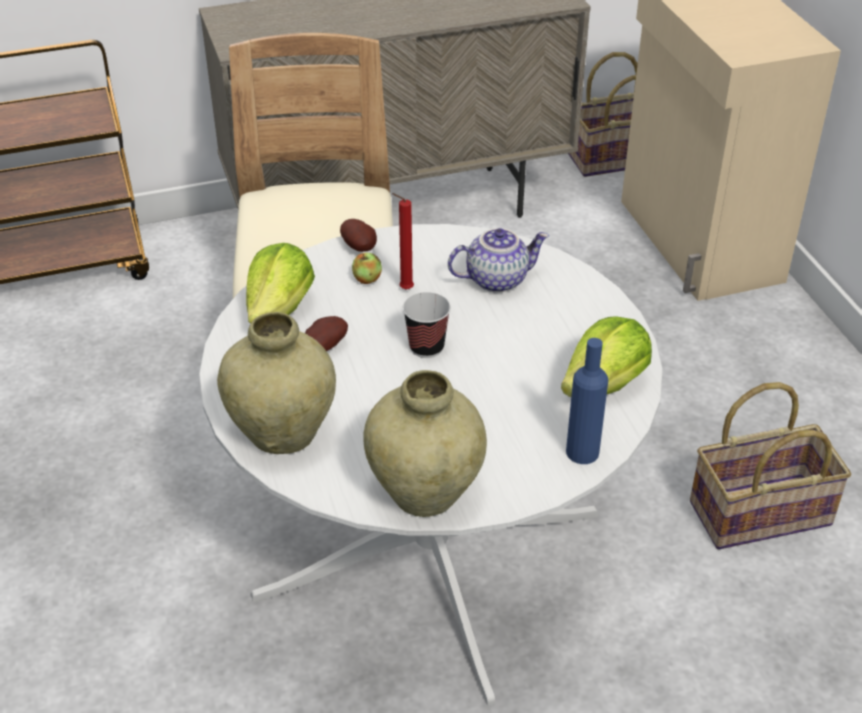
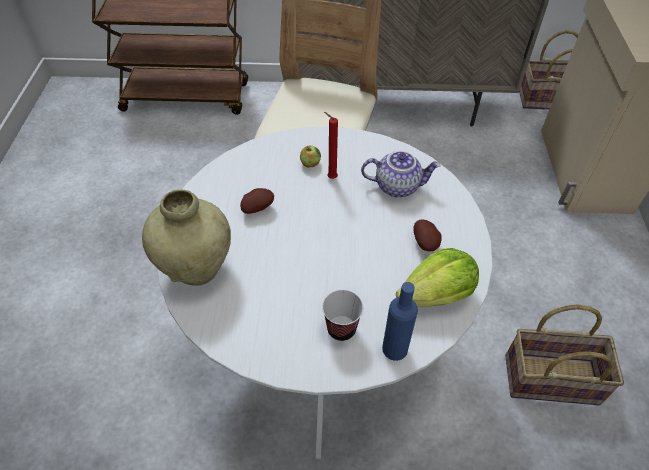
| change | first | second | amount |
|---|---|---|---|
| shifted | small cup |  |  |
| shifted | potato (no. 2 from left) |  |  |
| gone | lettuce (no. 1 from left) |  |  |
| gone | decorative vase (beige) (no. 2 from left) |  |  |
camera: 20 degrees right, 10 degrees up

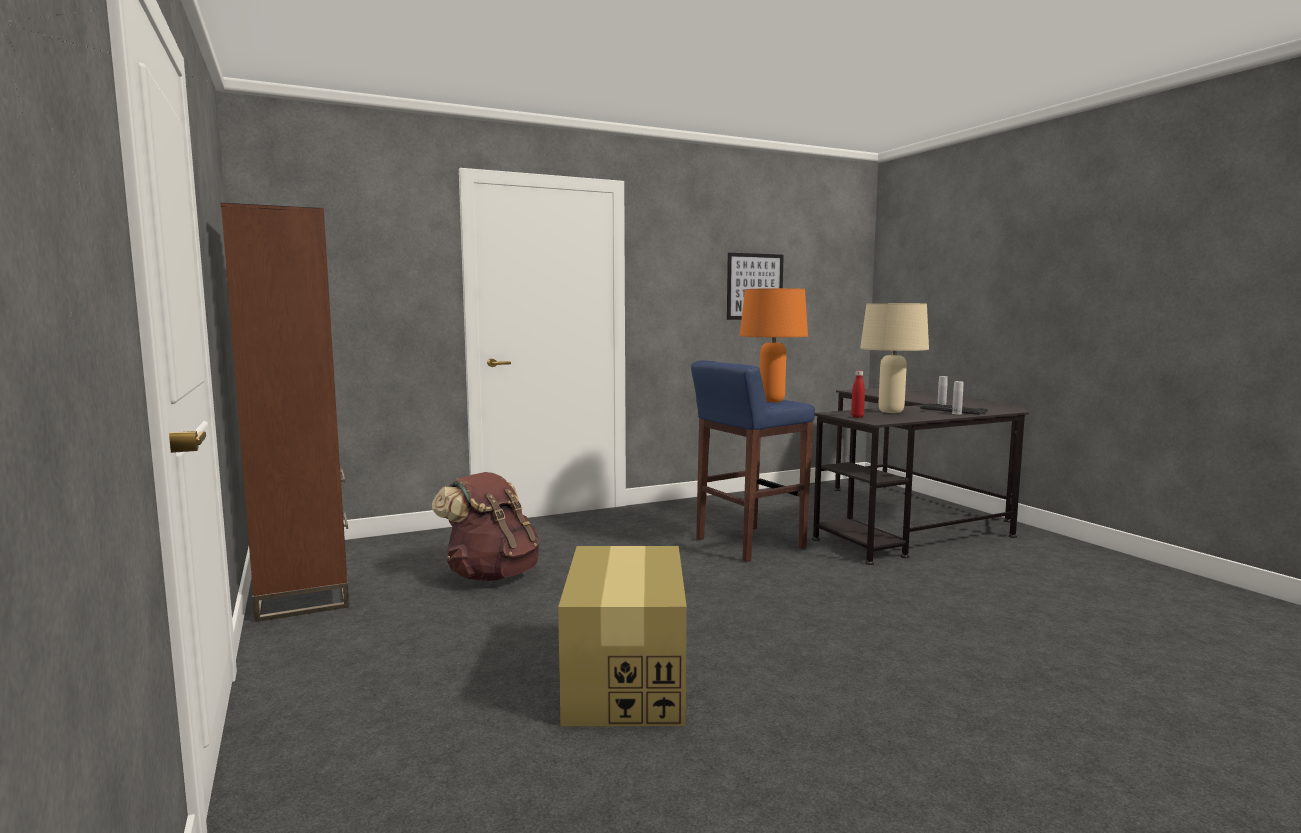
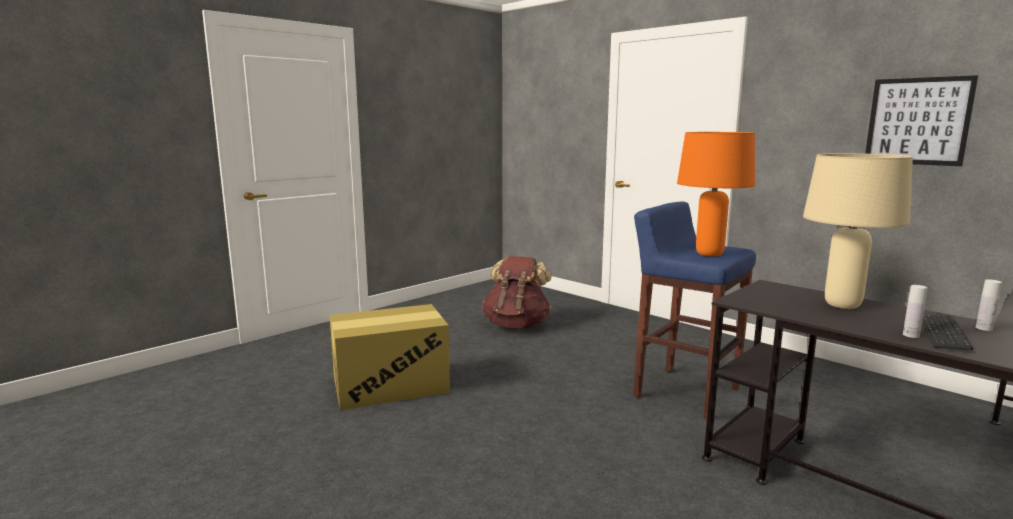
| change | first | second | amount |
|---|---|---|---|
| gone | bookshelf (brown-coloured) |  |  |
| gone | drink bottle (red-coloured) |  |  |
camera: 70 degrees right, 5 degrees up

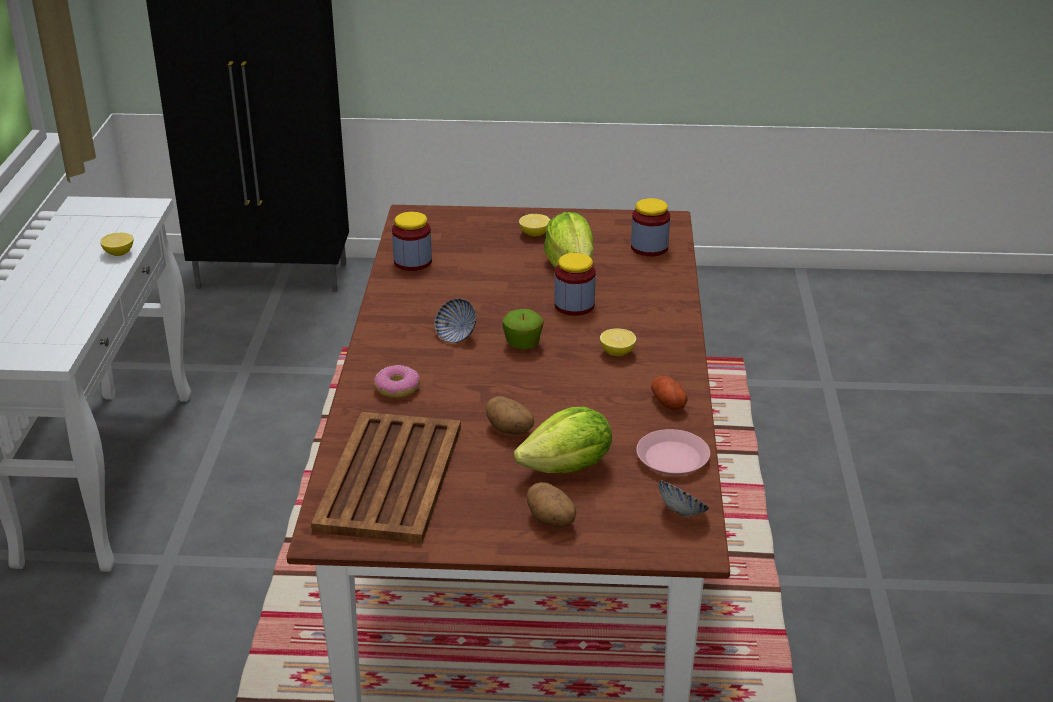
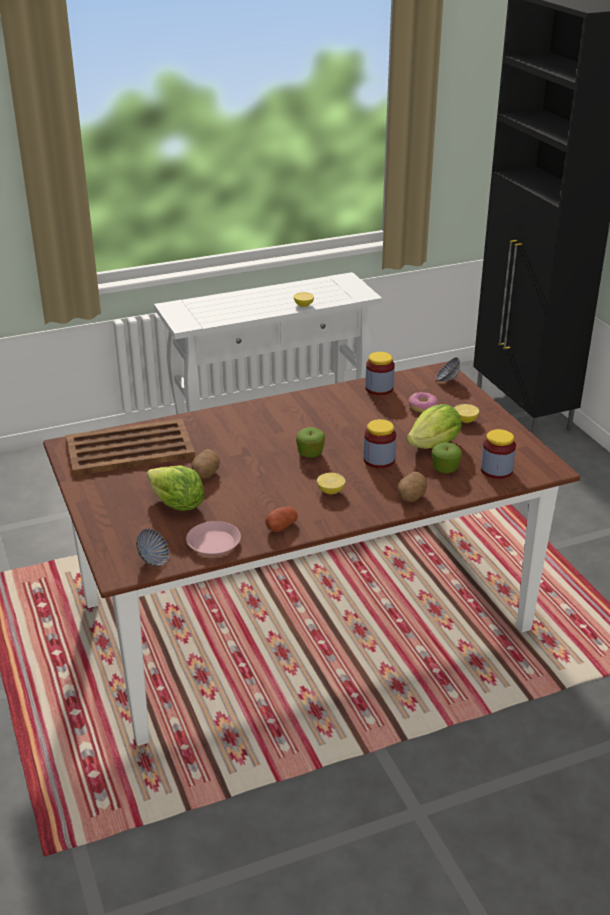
| change | first | second | amount |
|---|---|---|---|
| shifted | potato (no. 2 from left in the first image) | potato (no. 3 from left) |  |
| shifted | donut |  |  |
| new |  | apple fruit (no. 2 from left) |  |
| shifted | serving bowl (no. 1 from left in the first image) | serving bowl (no. 2 from left) |  |
camera: 65 degrees right, 0 degrees up

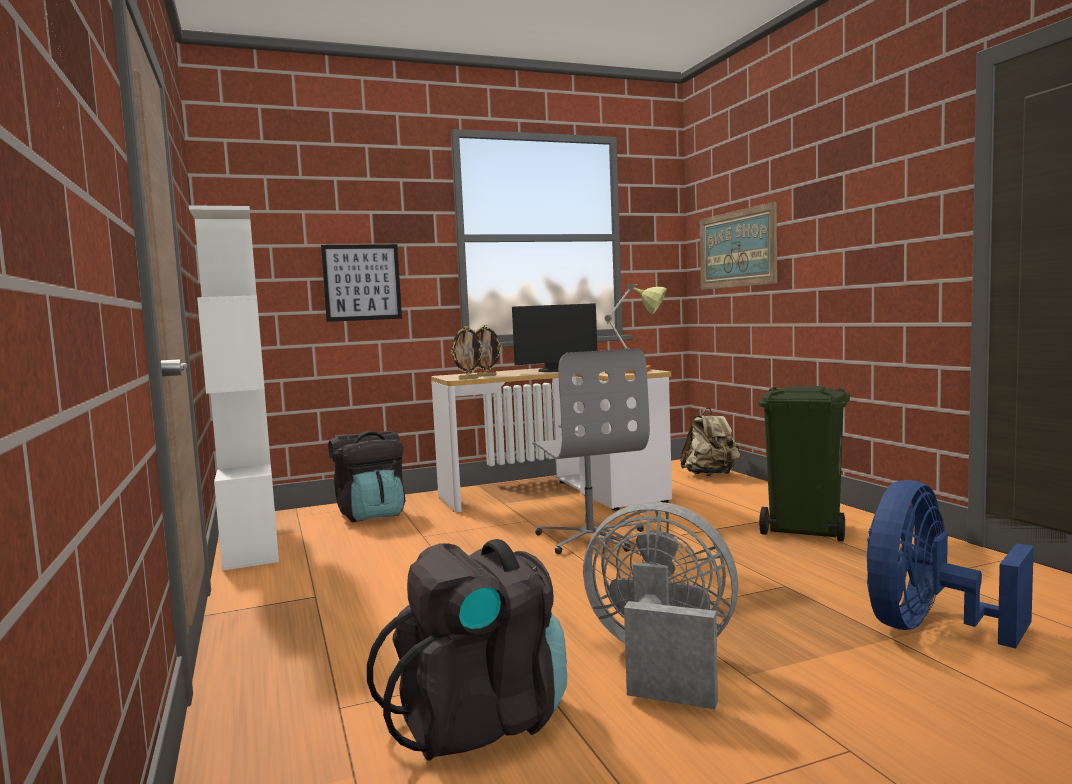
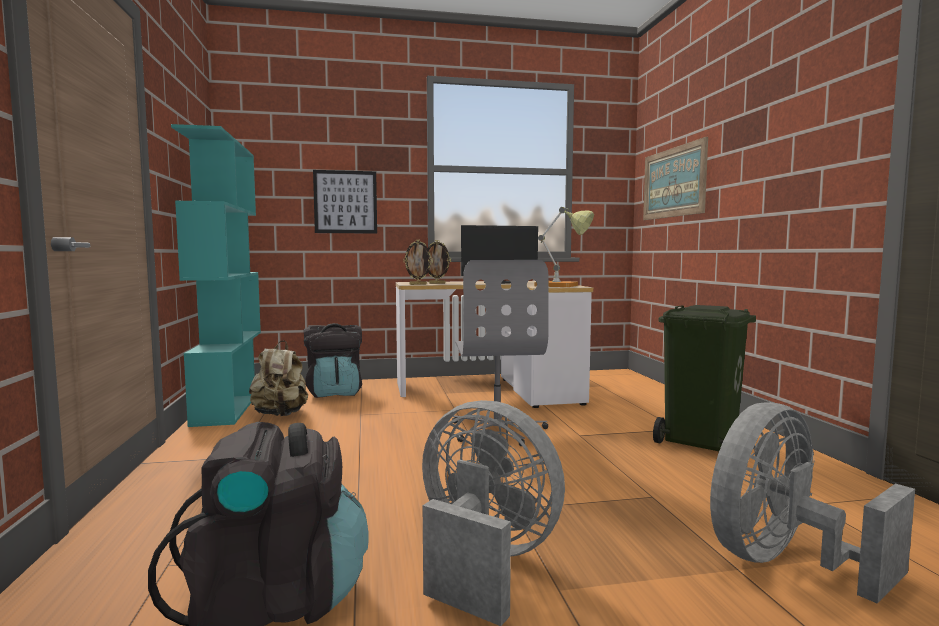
| change | first | second | amount |
|---|---|---|---|
| repainted | bookshelf (whitish) | bookshelf (turquoise) |  |
| shifted | rucksack (beige) |  |  |
| repainted | fan (blue-coloured) | fan (grey) (no. 2 from left) |  |
camera: 10 degrees right, 0 degrees up

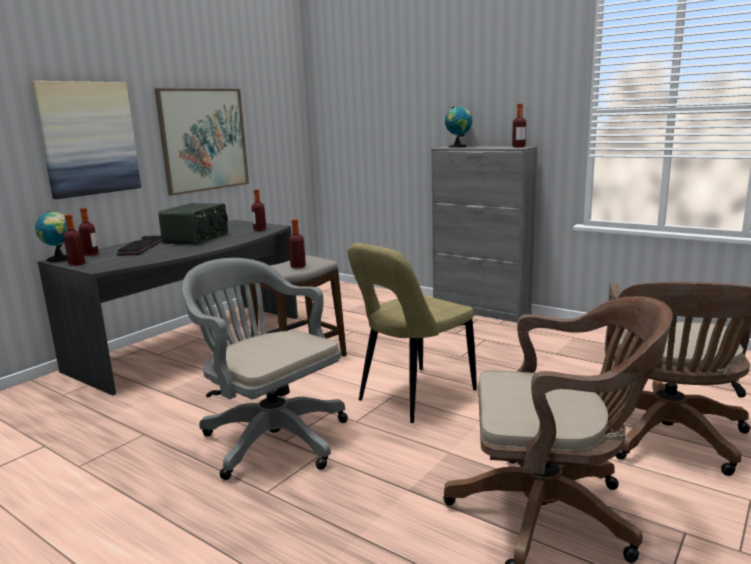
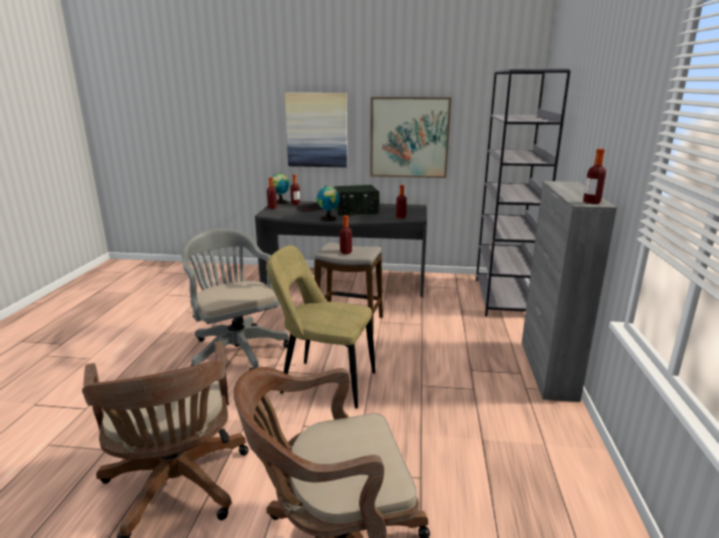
| change | first | second | amount |
|---|---|---|---|
| rotated | office chair (grey) |  | 45 degrees counterclockwise |
| shifted | globe (no. 2 from left) |  |  |
| new |  | bookshelf (grey) |  |
camera: 60 degrees right, 5 degrees up

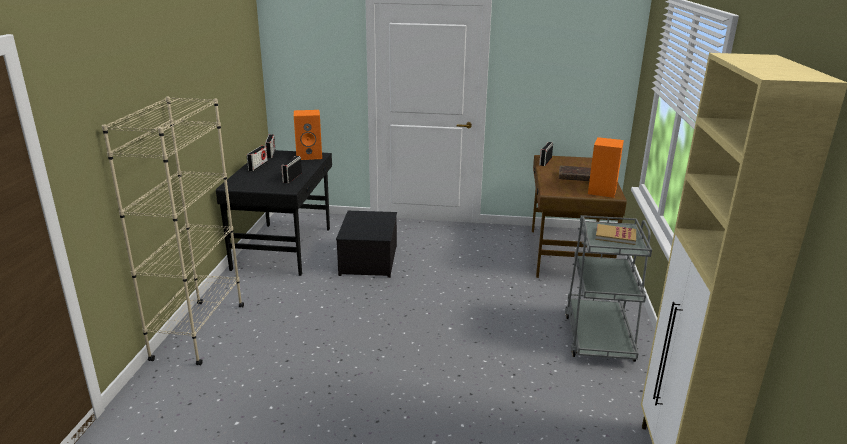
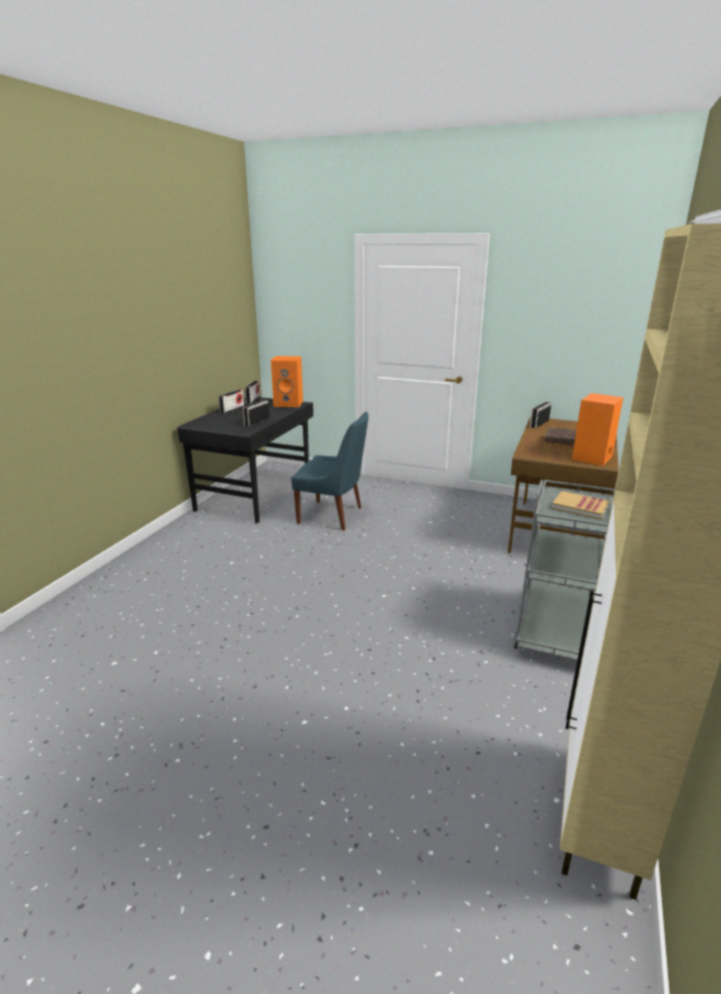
| change | first | second | amount |
|---|---|---|---|
| swapped | storage box | chair (blue-coloured) |  |
| gone | bookshelf (beige) |  |  |
camera: 15 degrees right, 0 degrees up

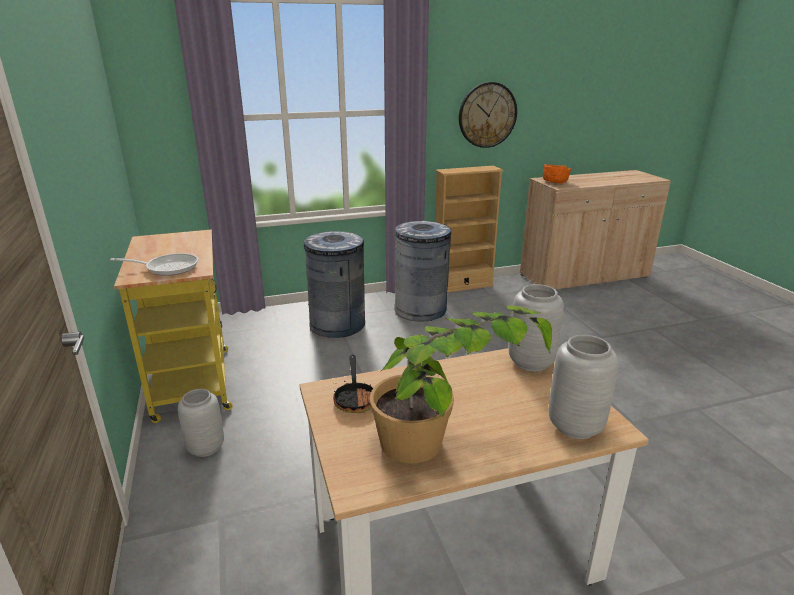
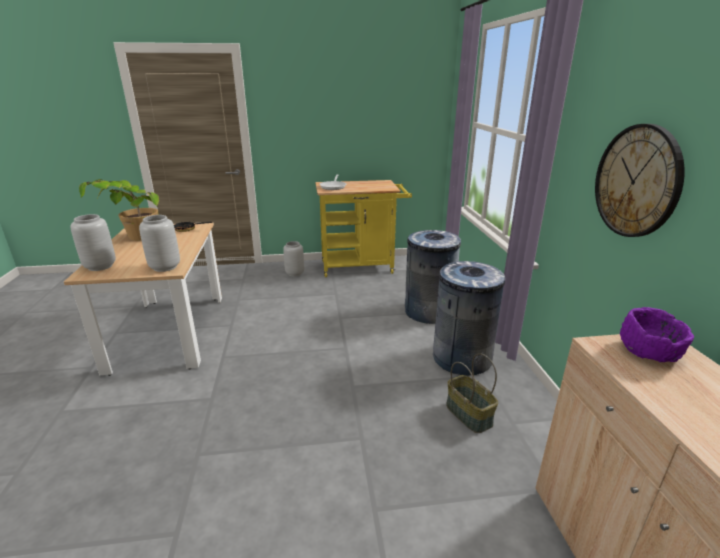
| change | first | second | amount |
|---|---|---|---|
| new |  | storage basket |  |
| repainted | serving bowl (orange) | serving bowl (purplish) |  |
| gone | bookshelf (beige) |  |  |
camera: 100 degrees right, 0 degrees up

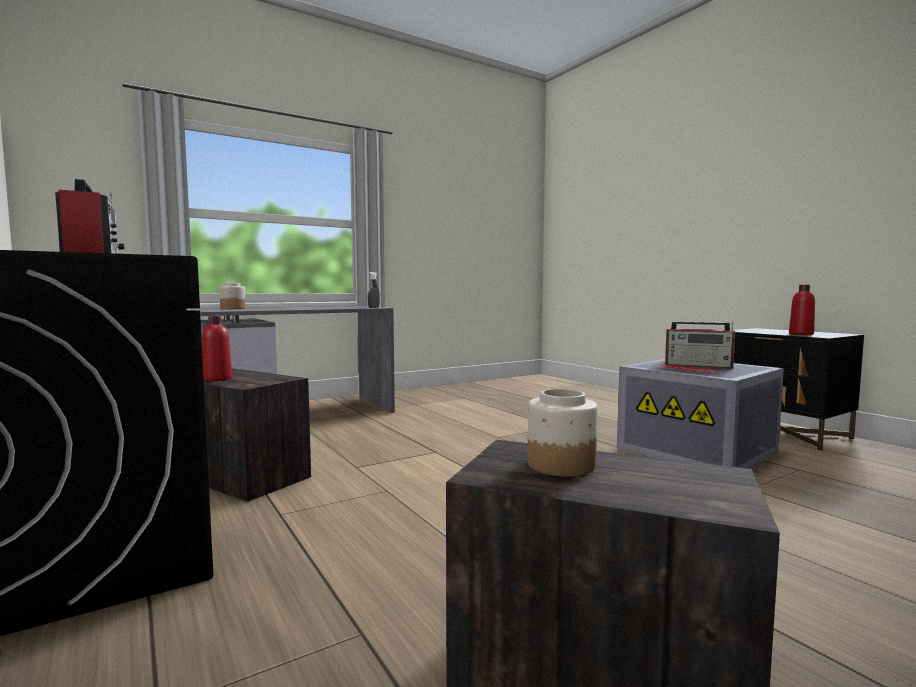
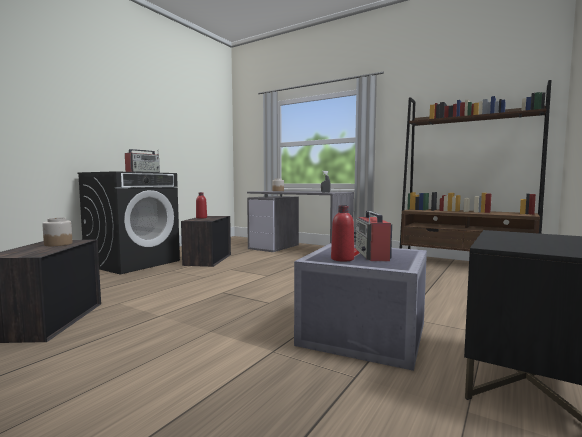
| change | first | second | amount |
|---|---|---|---|
| shifted | drink bottle (red-coloured) (no. 2 from left) |  |  |
| new |  | bookshelf (brown-coloured) |  |
camera: 65 degrees right, 0 degrees up

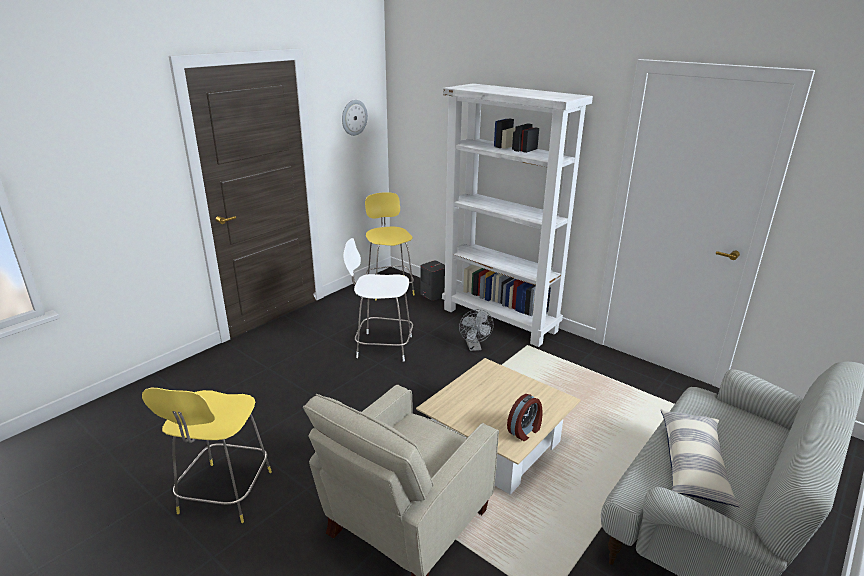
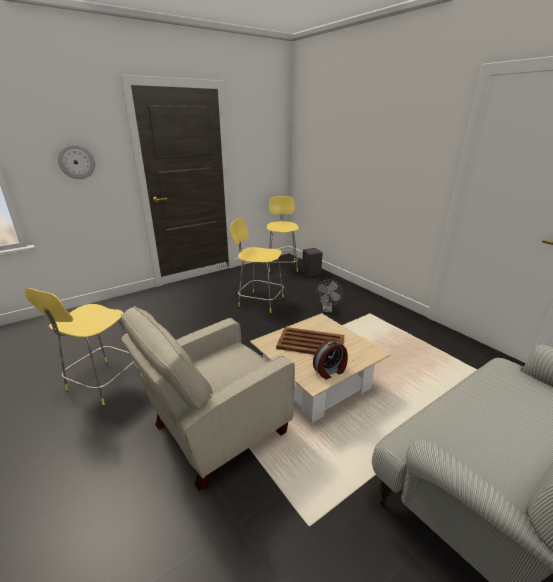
| change | first | second | amount |
|---|---|---|---|
| shifted | clock on the wall |  |  |
| repainted | sitting stool (whitish) | sitting stool (yellow-coloured) (no. 2 from left) |  |
| new |  | serving tray (brown-coloured) |  |
| gone | bookshelf (whitish) |  |  |
| gone | pillow |  |  |
camera: 15 degrees right, 0 degrees up

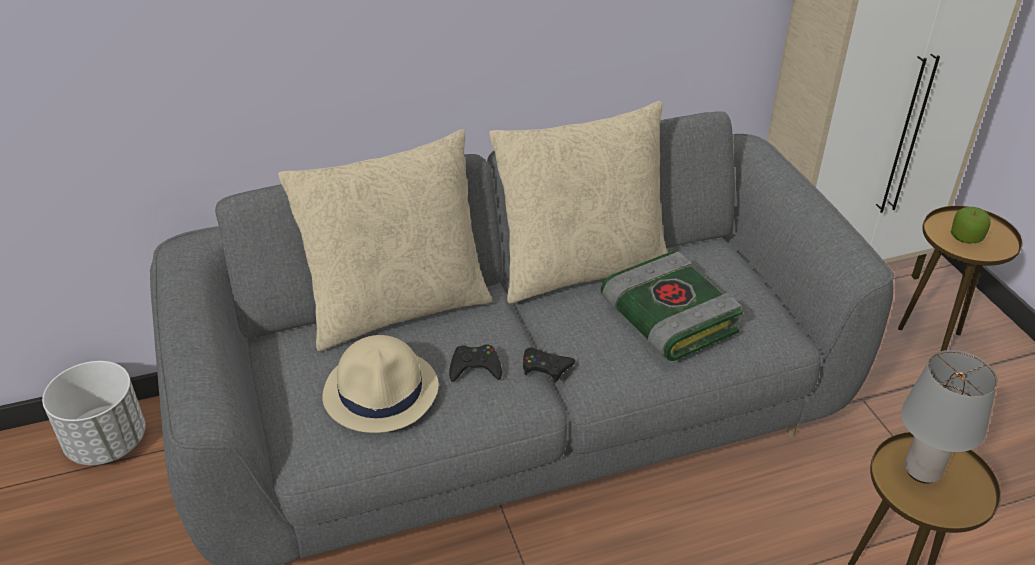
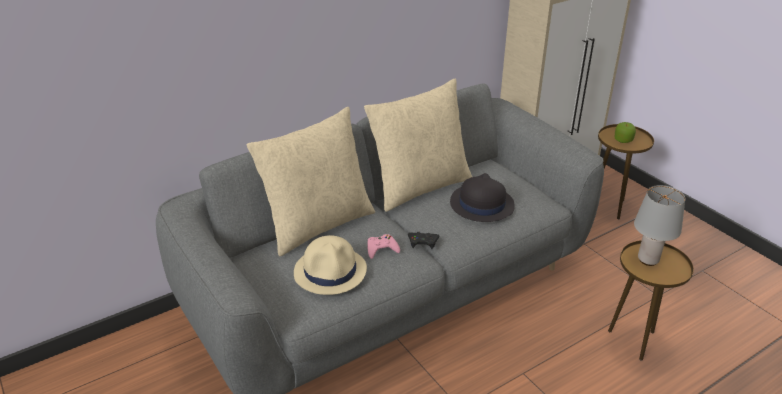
| change | first | second | amount |
|---|---|---|---|
| repainted | gamepad (black) (no. 1 from left) | gamepad (pink) |  |
| swapped | volume | hat (black) |  |
| gone | planter (whitish) |  |  |
camera: 15 degrees left, 5 degrees down

